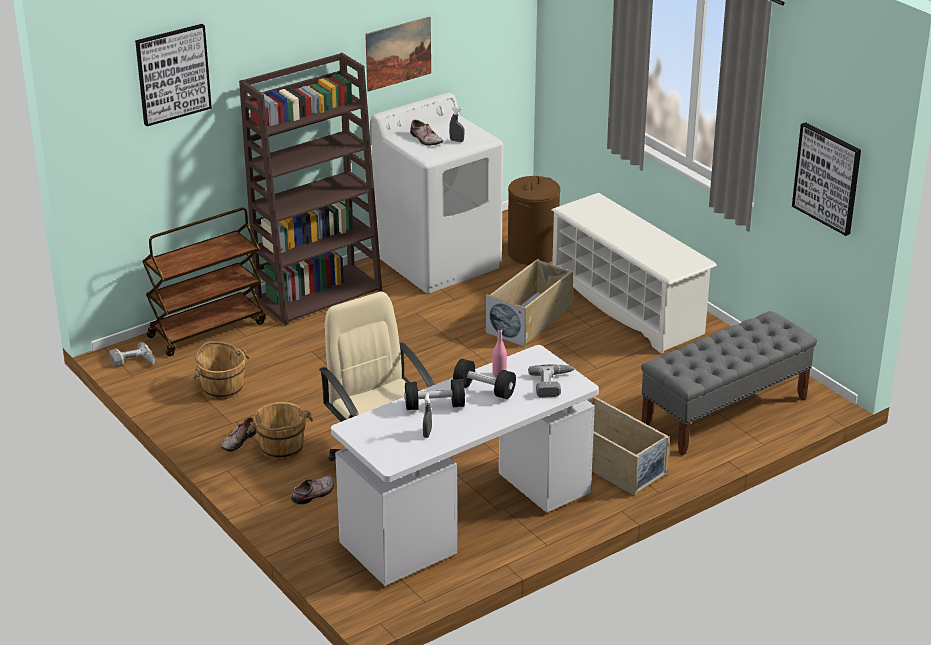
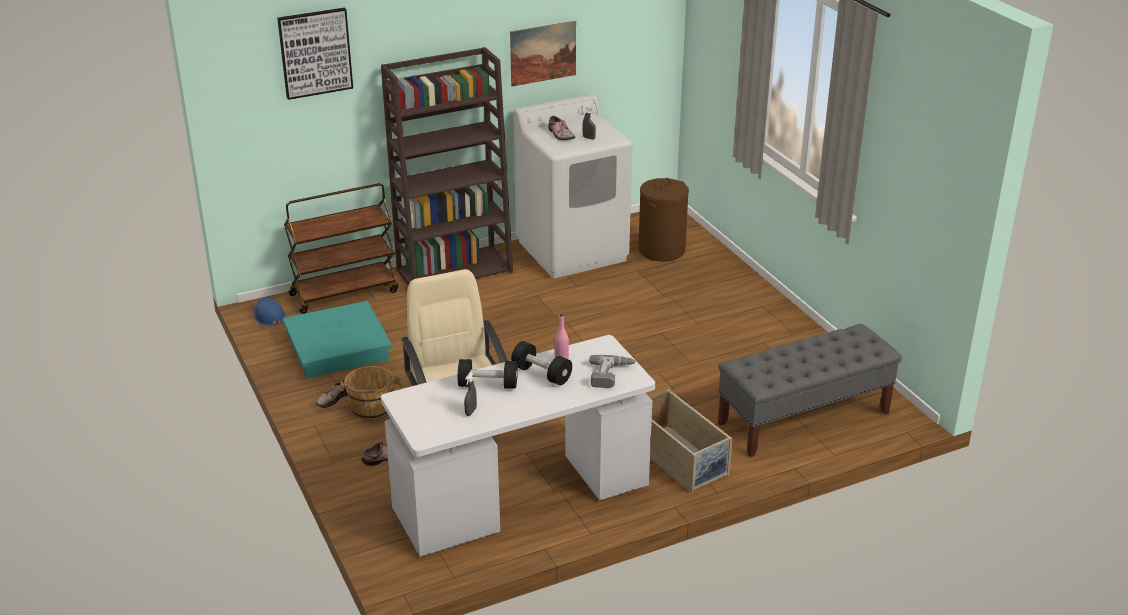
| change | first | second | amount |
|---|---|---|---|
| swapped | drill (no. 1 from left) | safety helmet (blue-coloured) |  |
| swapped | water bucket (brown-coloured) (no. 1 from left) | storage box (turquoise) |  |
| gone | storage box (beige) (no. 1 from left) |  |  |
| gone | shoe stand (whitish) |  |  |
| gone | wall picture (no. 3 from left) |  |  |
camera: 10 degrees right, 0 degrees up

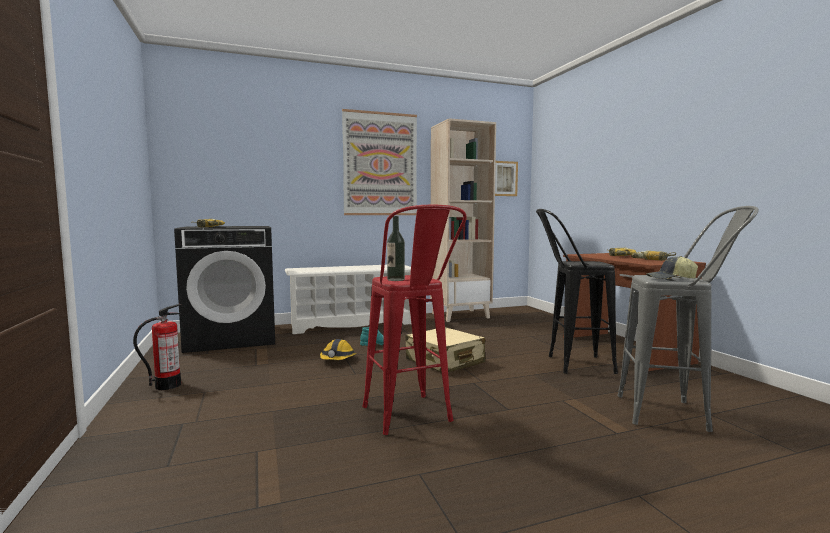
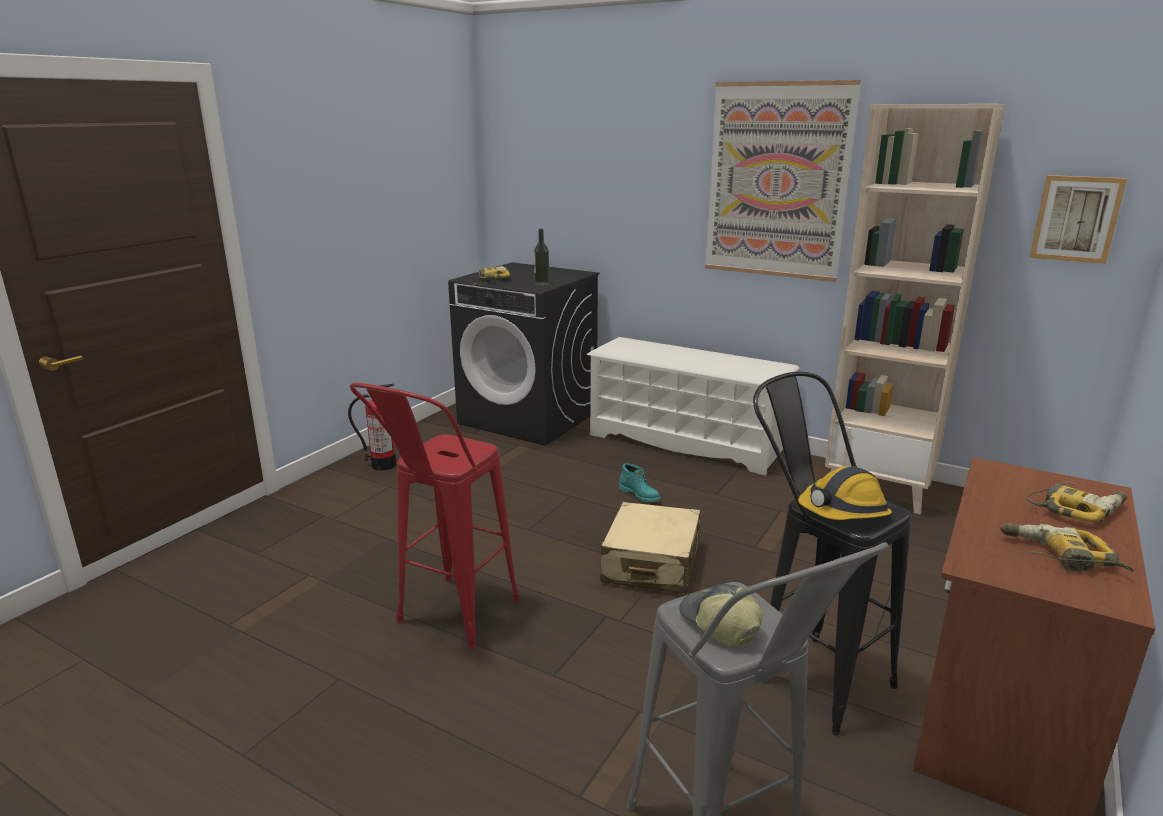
| change | first | second | amount |
|---|---|---|---|
| shifted | drink bottle |  |  |
| shifted | safety helmet |  |  |
camera: 50 degrees right, 15 degrees up

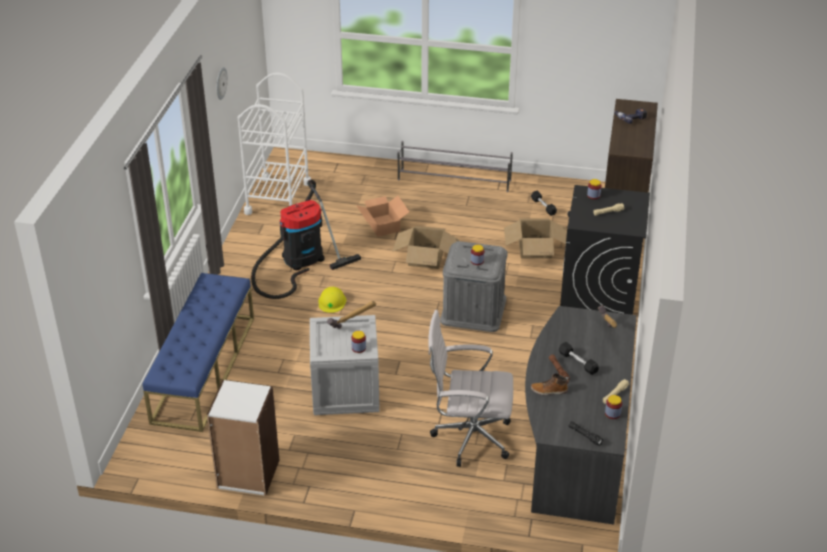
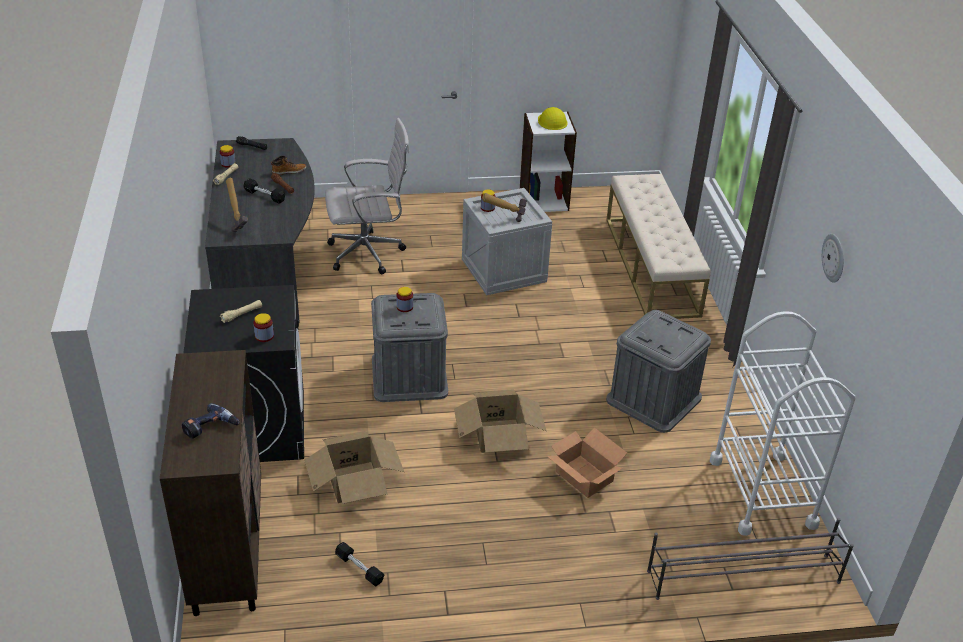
| change | first | second | amount |
|---|---|---|---|
| shifted | safety helmet (yellow-coloured) |  |  |
| repainted | bench (blue-coloured) | bench (beige) |  |
| swapped | vacuum cleaner | storage box (grey) (no. 2 from left) |  |
| shifted | shoe stand (grey) |  |  |
camera: 160 degrees right, 0 degrees up

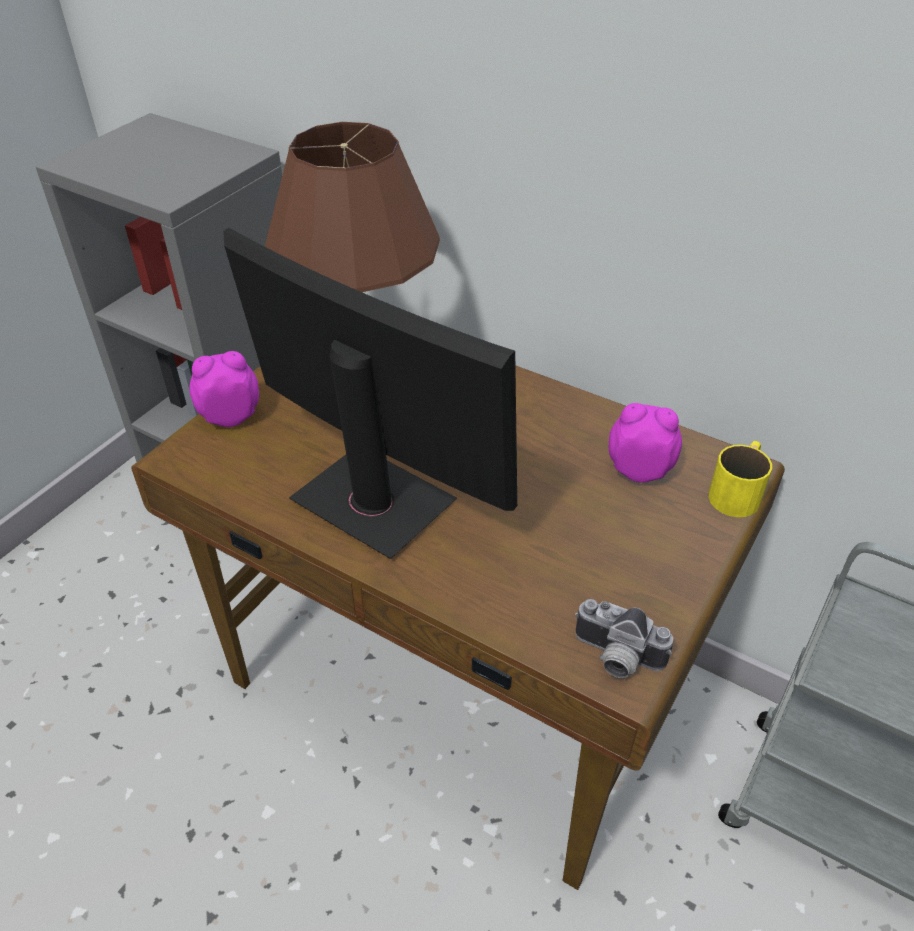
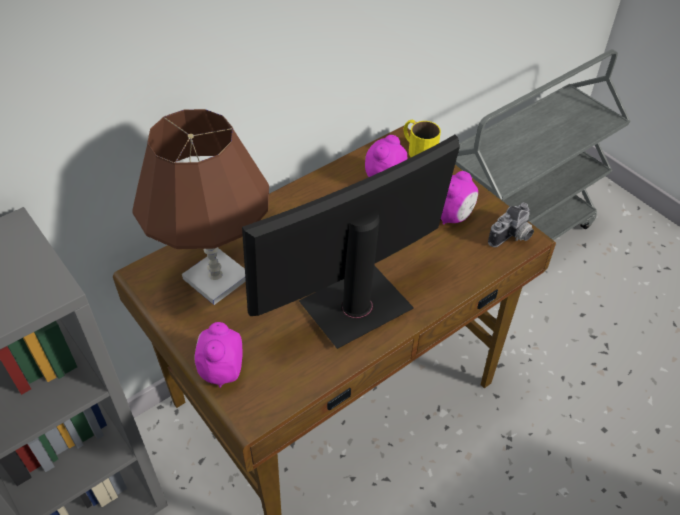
| change | first | second | amount |
|---|---|---|---|
| new |  | bedside clock (no. 3 from left) |  |
camera: 70 degrees left, 5 degrees up

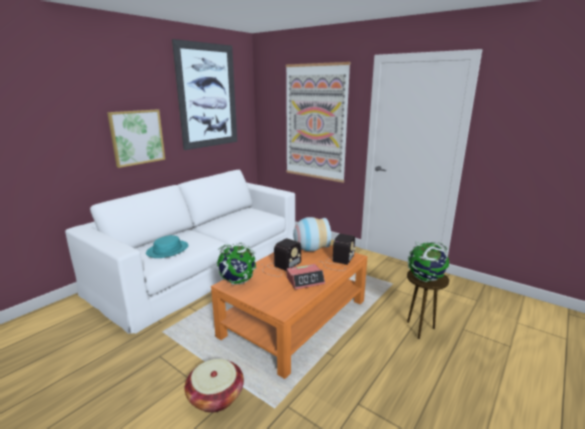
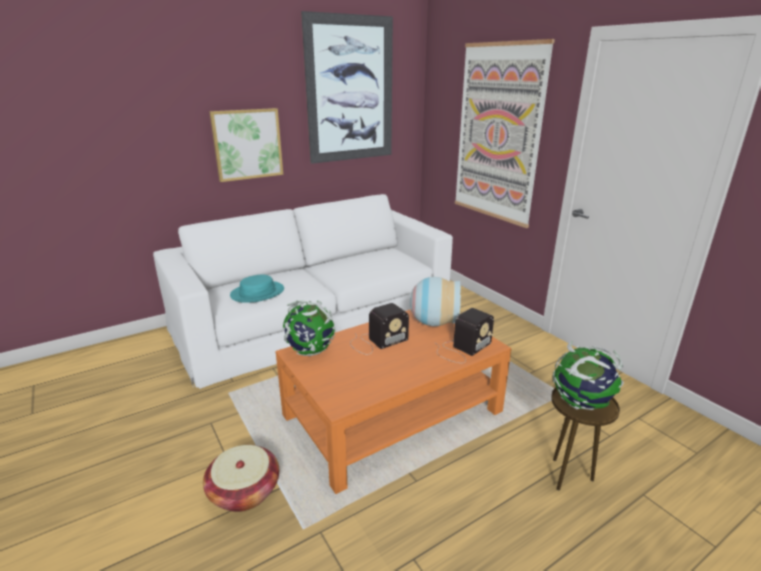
| change | first | second | amount |
|---|---|---|---|
| gone | bedside clock |  |  |
camera: 20 degrees right, 5 degrees up

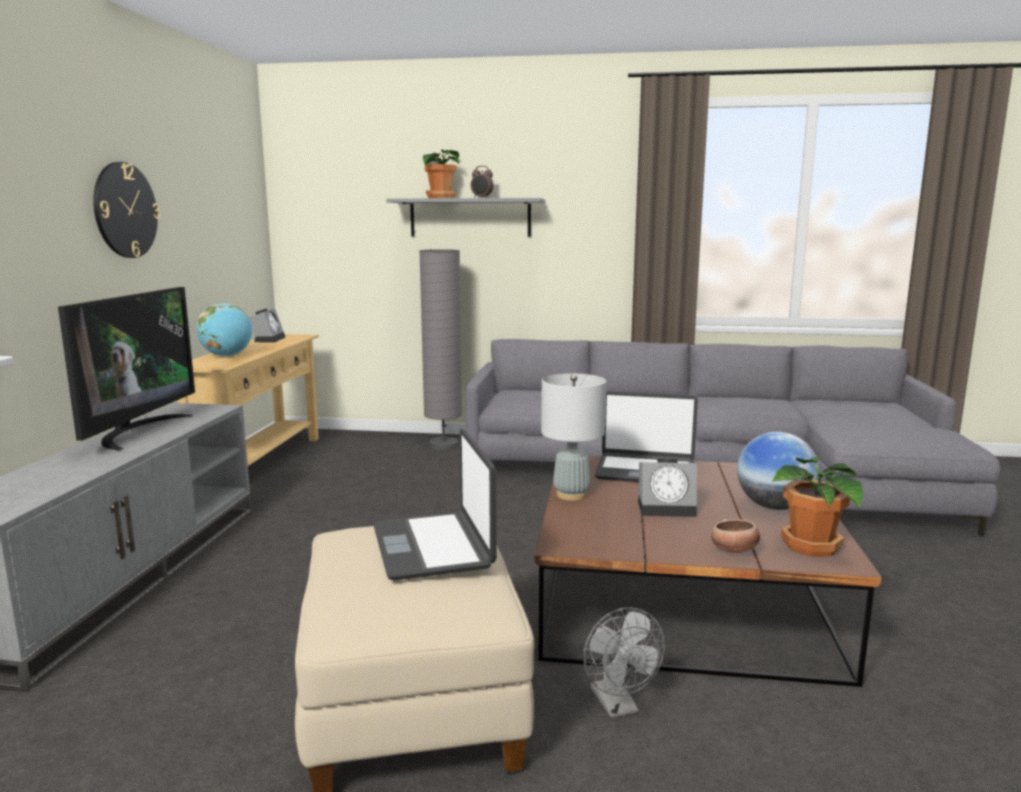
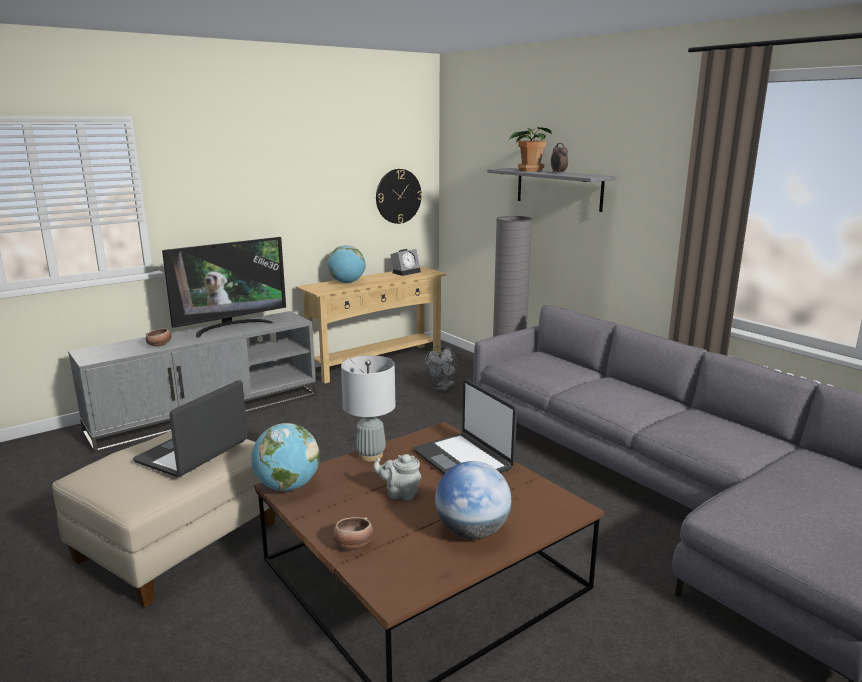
| change | first | second | amount |
|---|---|---|---|
| new |  | serving bowl (no. 1 from left) |  |
| new |  | globe (no. 1 from left) |  |
| swapped | bedside clock (no. 3 from left) | pot for tea (grey) |  |
| shifted | clock on the wall |  |  |
| shifted | fan (grey) |  |  |
| gone | houseplant (no. 2 from left) |  |  |
camera: 45 degrees right, 5 degrees up

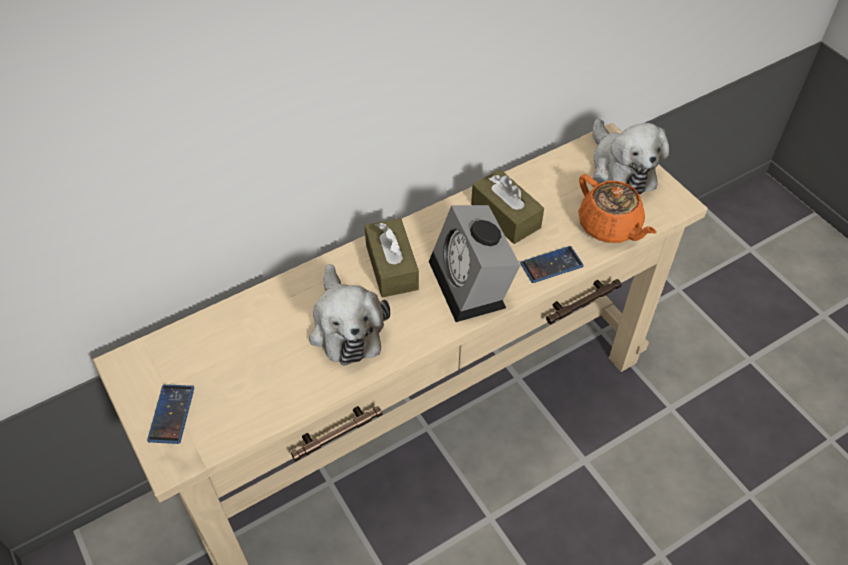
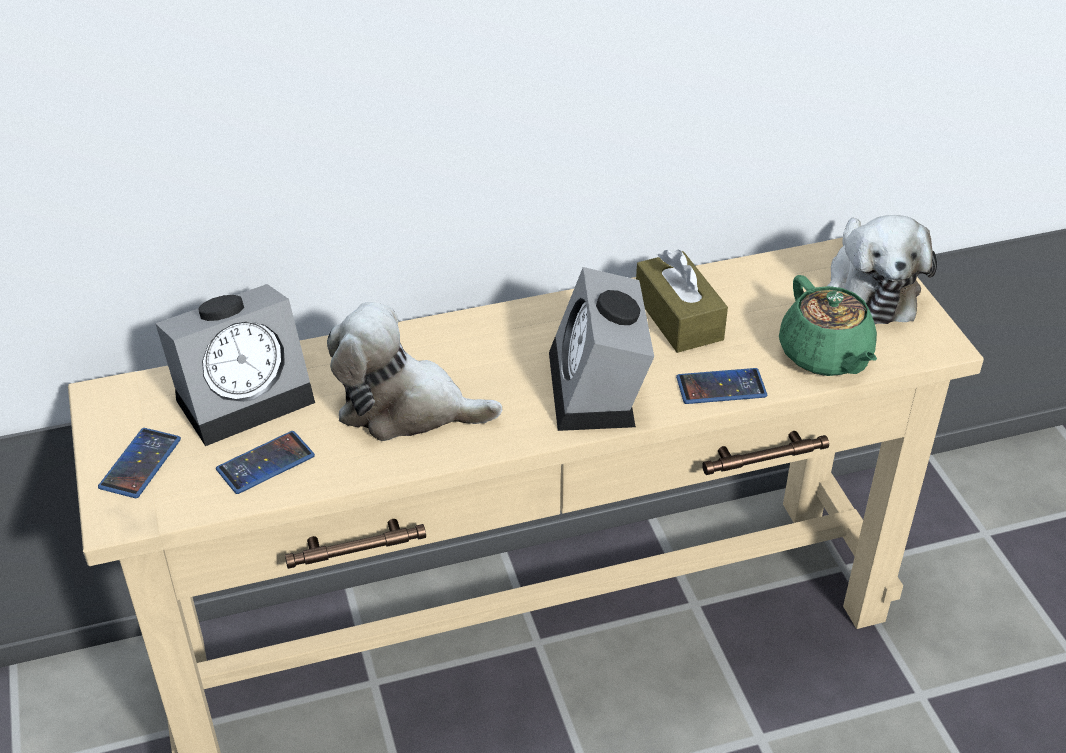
| change | first | second | amount |
|---|---|---|---|
| new |  | bedside clock (no. 1 from left) |  |
| new |  | telephone (no. 2 from left) |  |
| rotated | soft toy (no. 1 from left) |  | 105 degrees clockwise |
| repainted | pot for tea (orange) | pot for tea (greenish) |  |
| gone | tissue box (brown-coloured) (no. 1 from left) |  |  |
camera: 15 degrees right, 10 degrees down

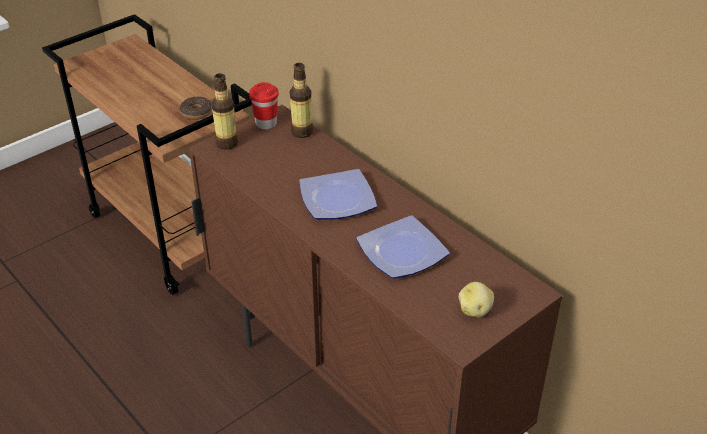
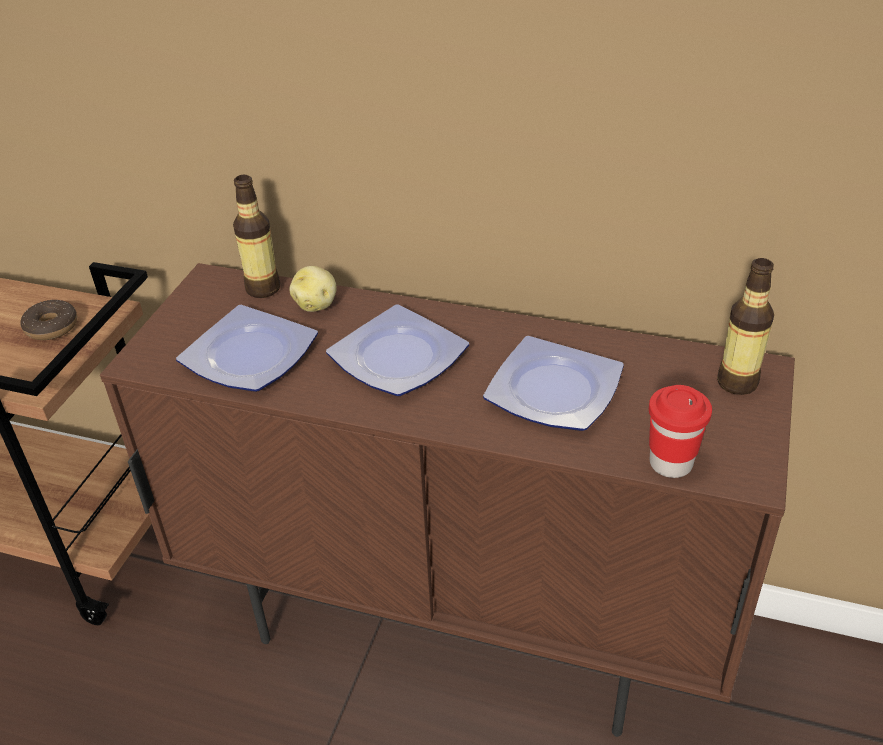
| change | first | second | amount |
|---|---|---|---|
| new |  | dinner plate (no. 1 from left) |  |
| shifted | potato |  |  |
| shifted | small cup (red-coloured) |  |  |
| shifted | drink bottle (no. 1 from left in the first image) | drink bottle (no. 2 from left) |  |
camera: 30 degrees left, 0 degrees up

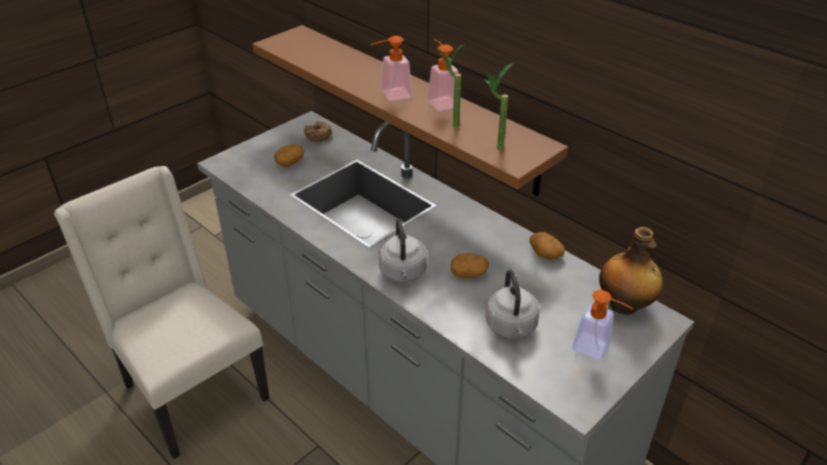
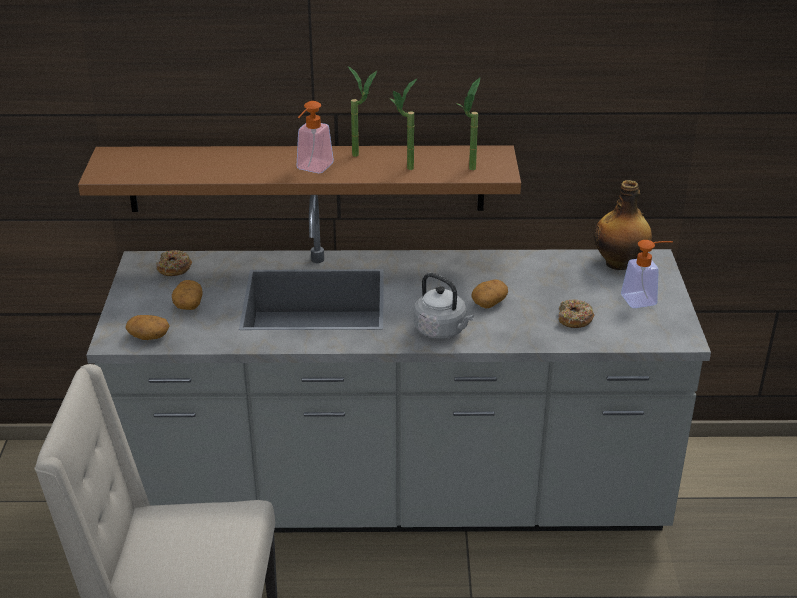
| change | first | second | amount |
|---|---|---|---|
| shifted | potato (no. 3 from left in the first image) | potato (no. 1 from left) |  |
| swapped | liquid soap bottle (no. 2 from left) | houseplant (no. 1 from left) |  |
| swapped | water kettle (grey) (no. 2 from left) | donut (no. 2 from left) |  |
camera: 45 degrees left, 5 degrees down

